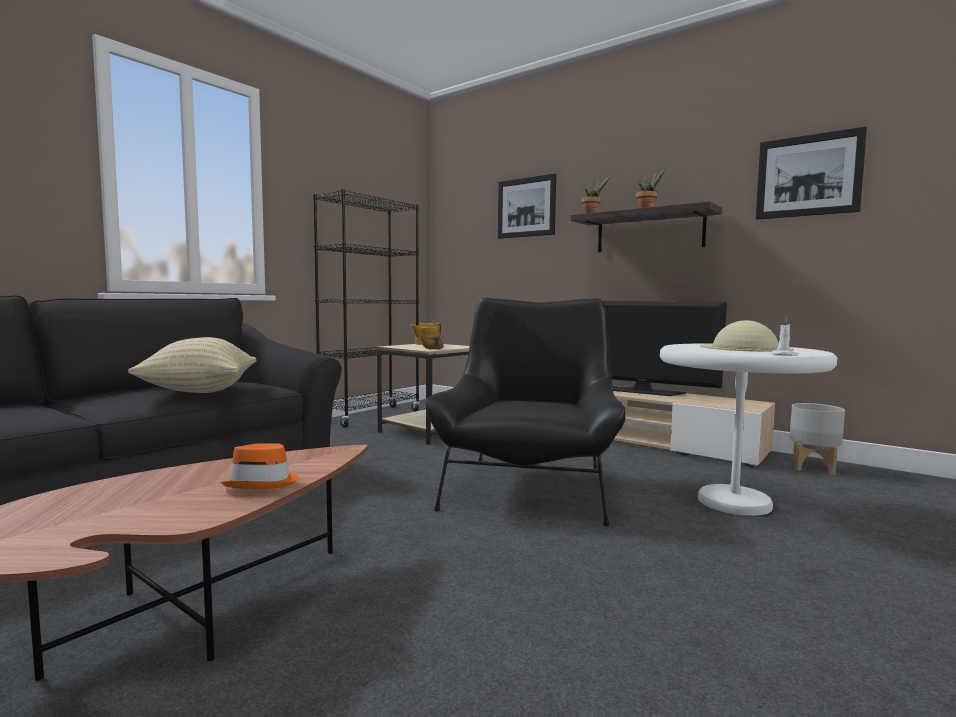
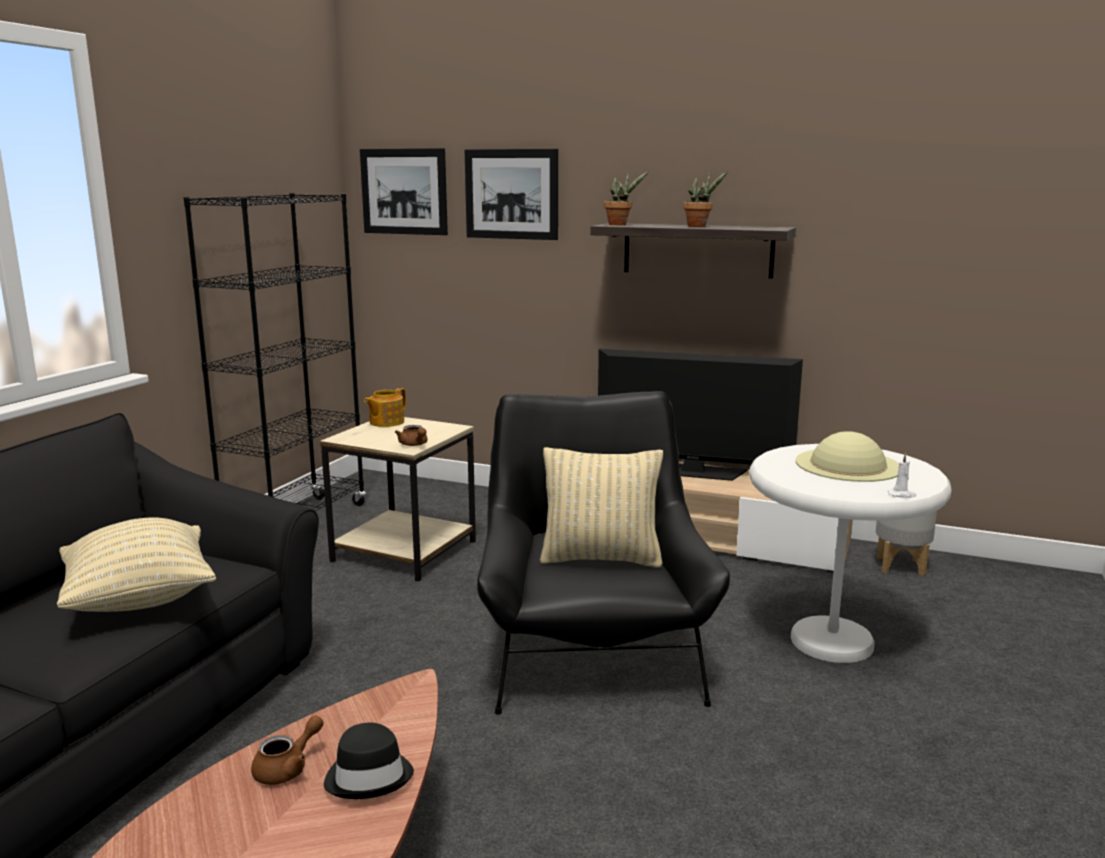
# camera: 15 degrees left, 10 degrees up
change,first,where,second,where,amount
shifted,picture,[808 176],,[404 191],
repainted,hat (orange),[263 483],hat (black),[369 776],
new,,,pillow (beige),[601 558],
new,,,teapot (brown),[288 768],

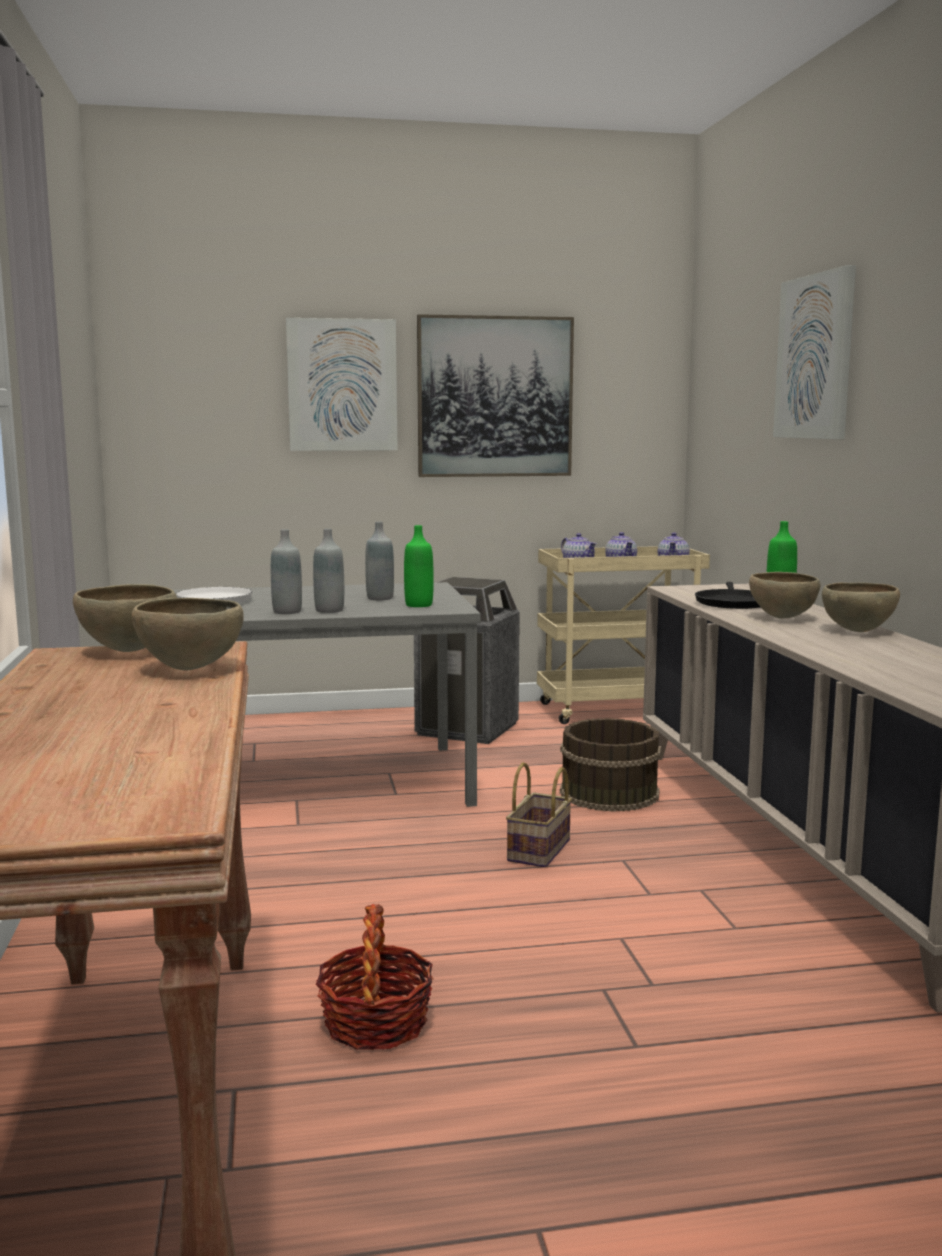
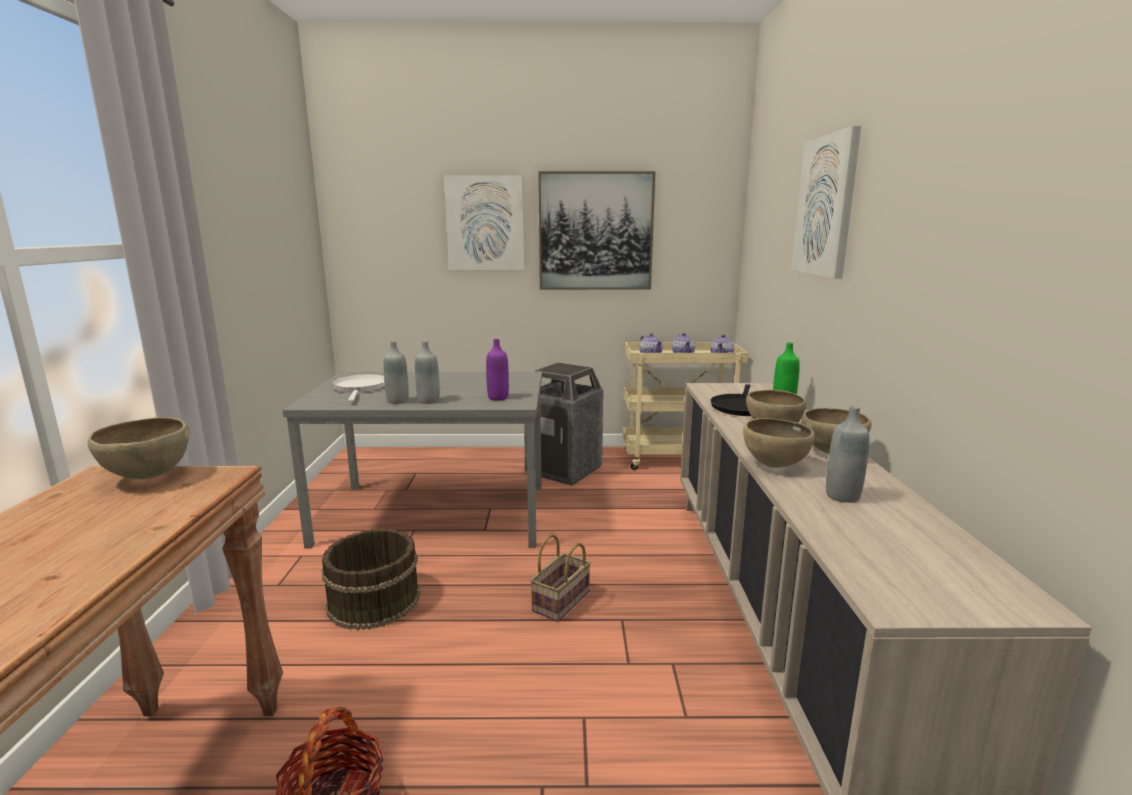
# camera: 10 degrees right, 5 degrees up
change,first,where,second,where,amount
shifted,bottle (grey),[380 598],,[842 496],
repainted,bottle (green),[419 605],bottle (purple),[498 397],
shifted,bowl (brown),[190 669],,[774 466],
shifted,bucket (brown),[608 793],,[373 600],

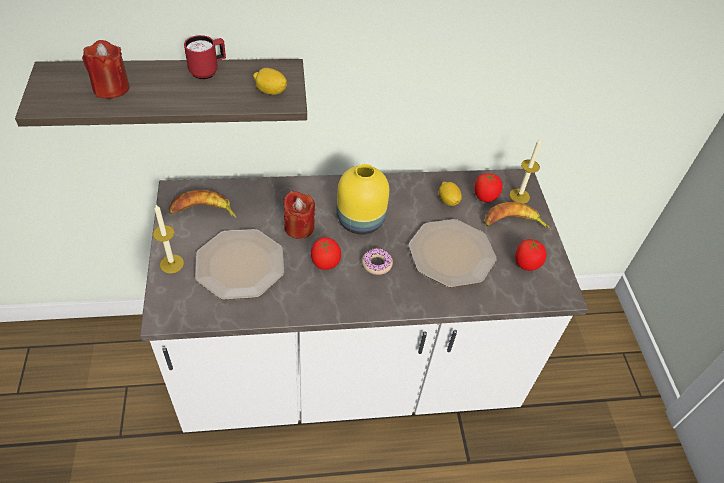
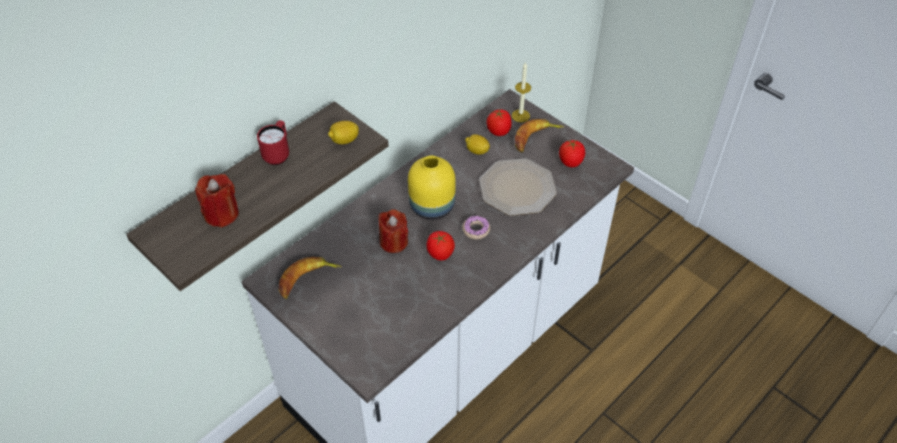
# camera: 35 degrees left, 0 degrees up
change,first,where,second,where,amount
gone,candle,[172 264],,,
gone,plate,[239 265],,,

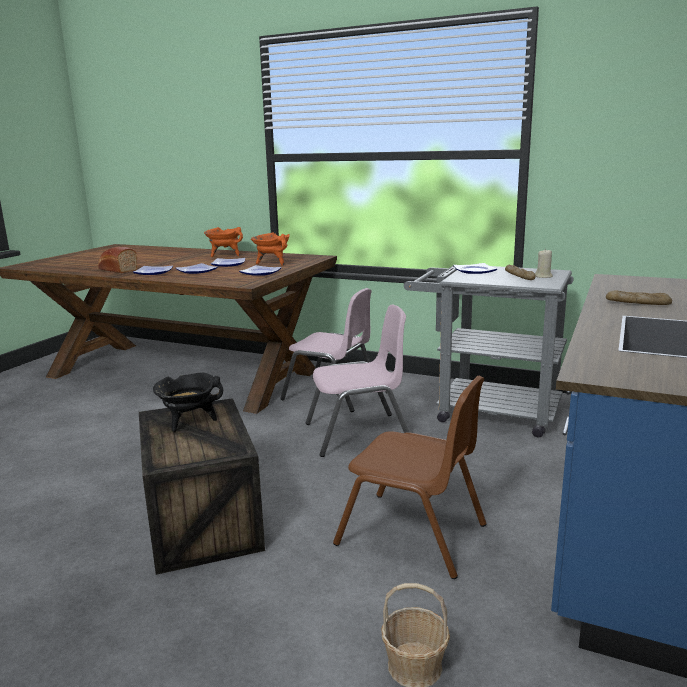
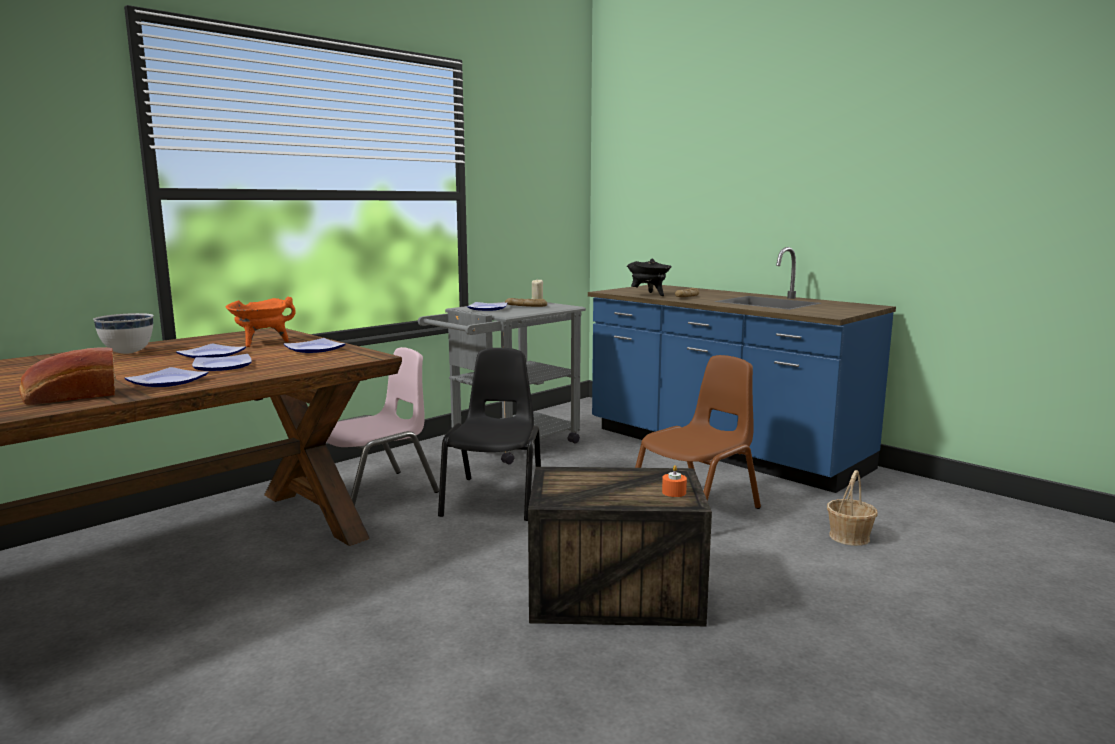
# camera: 70 degrees left, 5 degrees down
change,first,where,second,where,amount
swapped,cooking pot (orange),[225 255],bowl (white),[128 353],
repainted,chair (pink),[358 434],chair (black),[495 498],
shifted,cooking pot (black),[190 422],,[649 295],
new,,,candle (orange),[674 492],

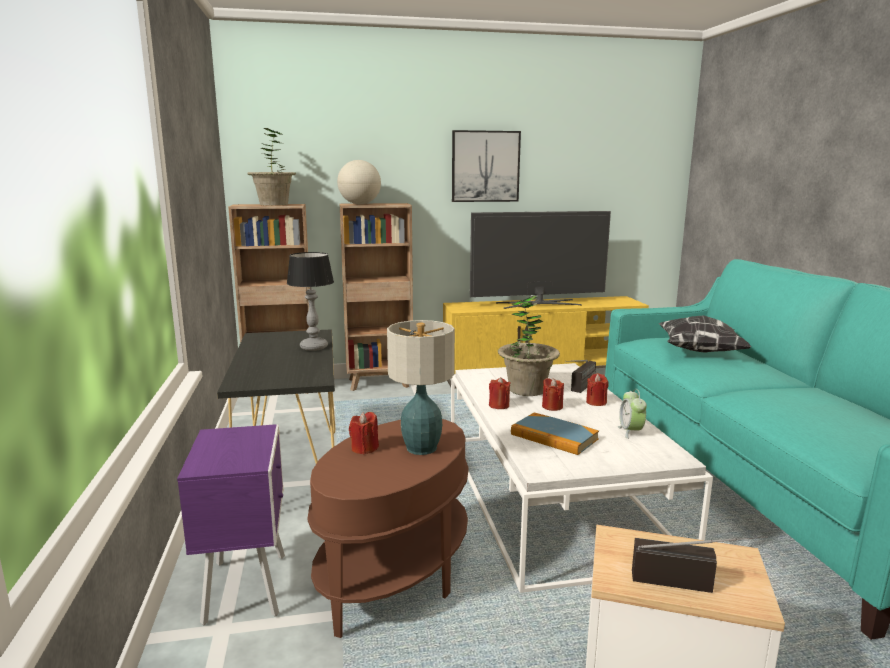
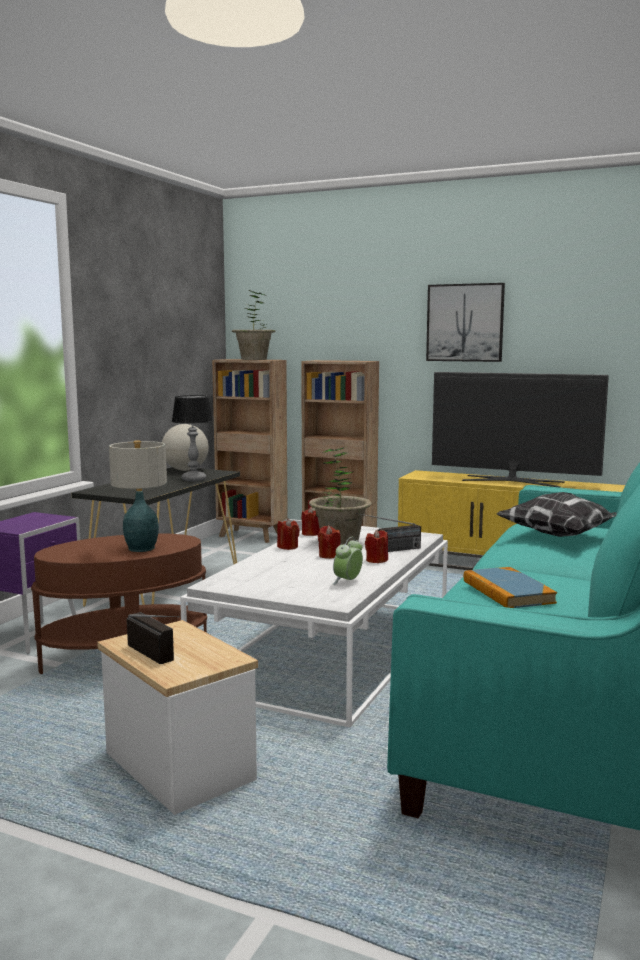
# camera: 35 degrees right, 5 degrees down
change,first,where,second,where,amount
shifted,globe,[359 204],,[185 470],
shifted,candle (red),[364 448],,[311 534],
shifted,book,[554 437],,[507 592],

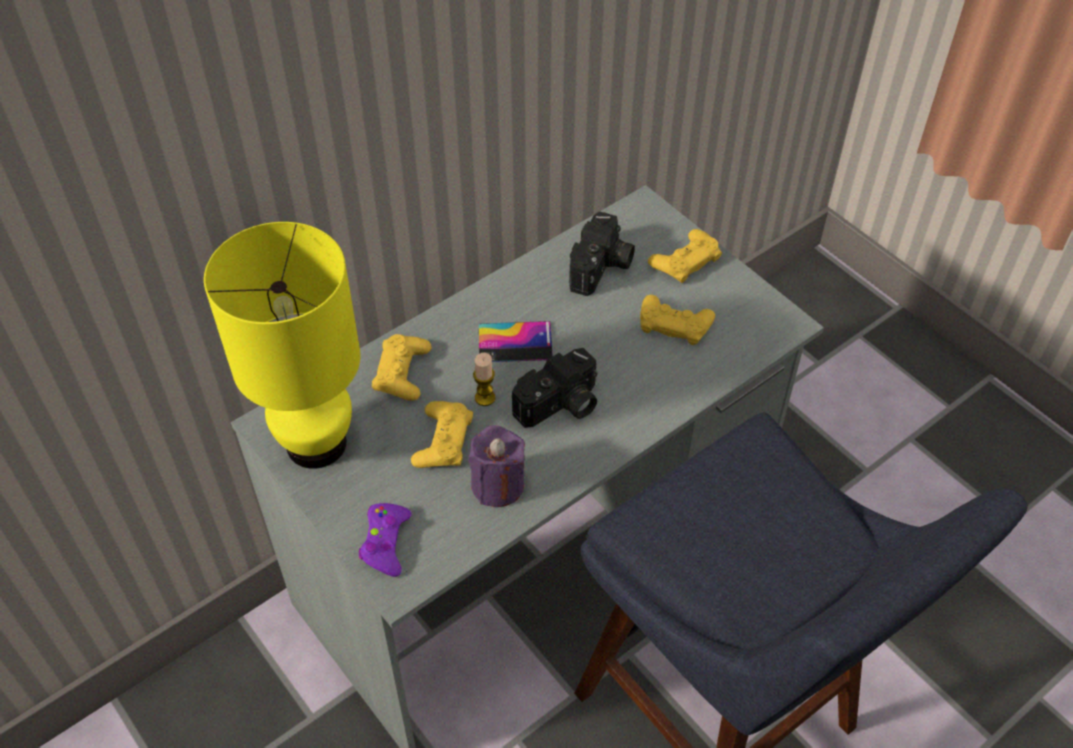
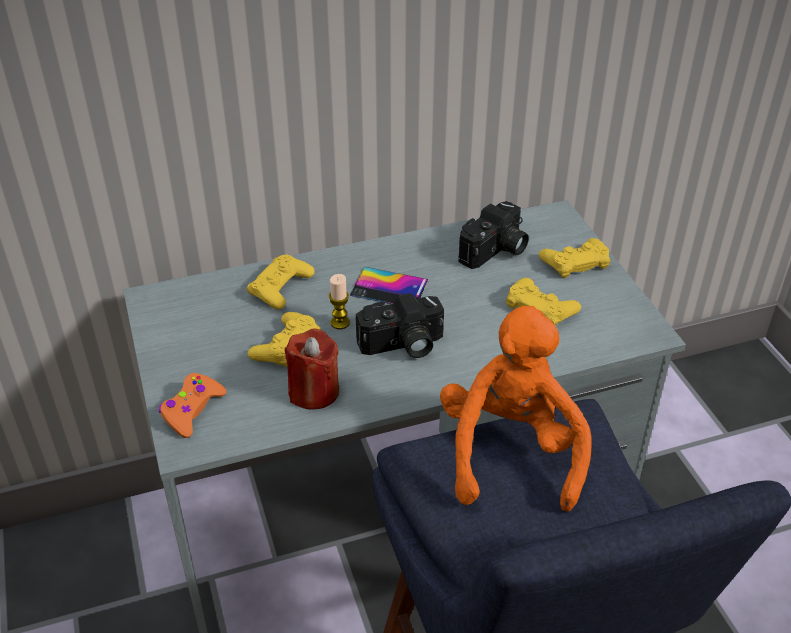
# camera: 20 degrees right, 10 degrees down
change,first,where,second,where,amount
gone,table lamp (yellow),[318 443],,,
repainted,candle (purple),[498 485],candle (red),[314 391],
repainted,game controller (purple),[385 543],game controller (orange),[192 410],
new,,,plush toy (orange),[510 451],

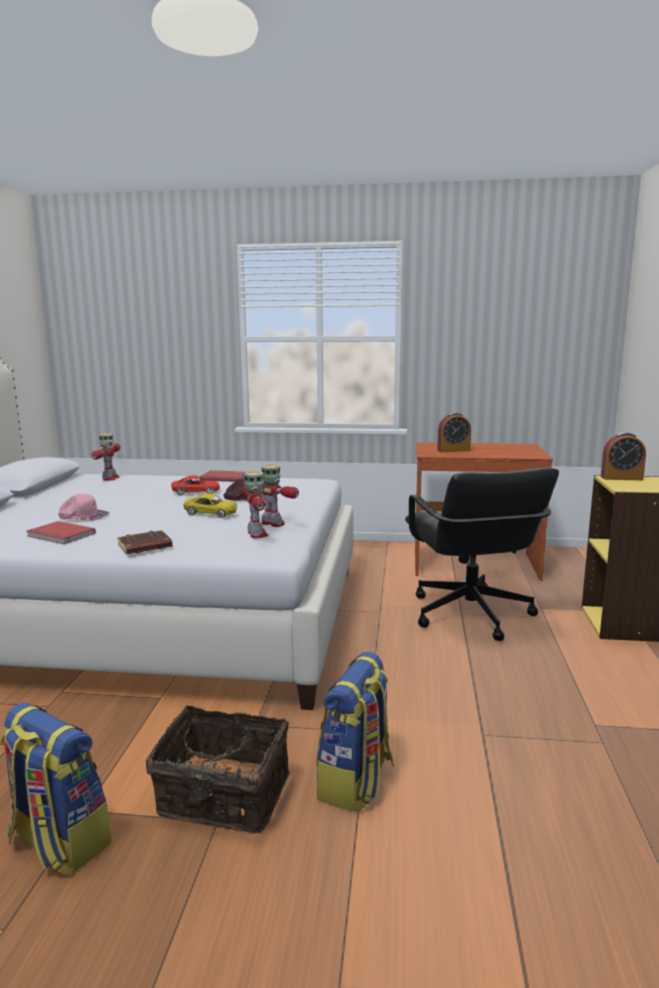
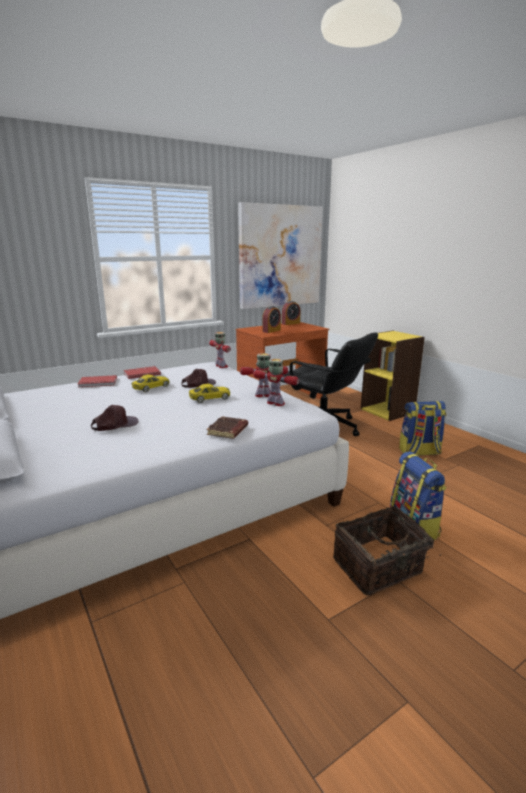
# camera: 40 degrees left, 5 degrees up
change,first,where,second,where,amount
shifted,alarm clock,[621 478],,[290 323],
shifted,toy robot,[110 478],,[221 366],
repainted,toy car (red),[196 492],toy car (yellow),[151 387],
repainted,cap (pink),[83 516],cap (brown),[115 424],
shifted,book (red),[60 535],,[98 383],
shifted,backpack,[58 842],,[419 452],
new,,,picture,[280 256],

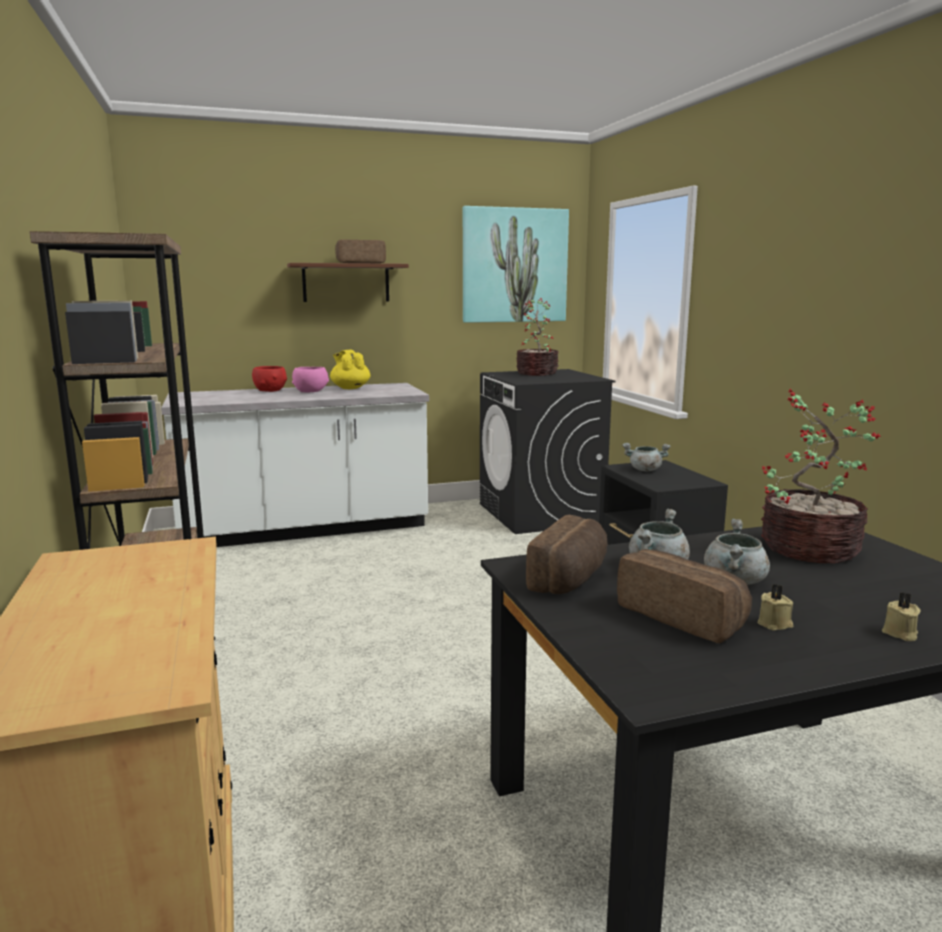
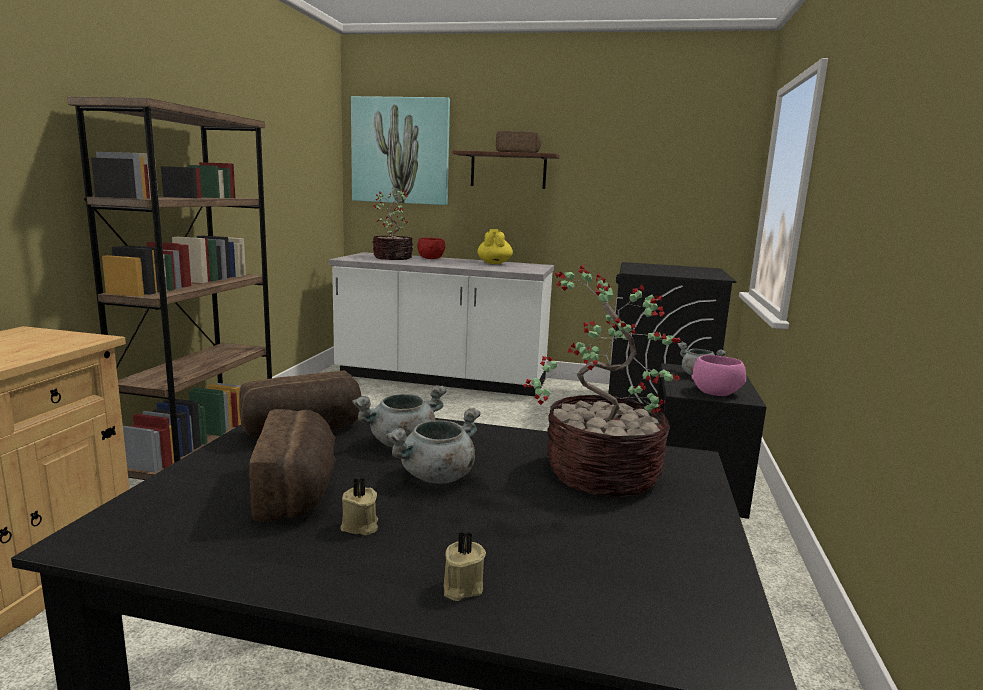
# camera: 30 degrees right, 0 degrees up
change,first,where,second,where,amount
shifted,picture,[514 265],,[400 151],
shifted,potted plant,[536 373],,[393 258],
shifted,bowl (pink),[310 391],,[716 392],

